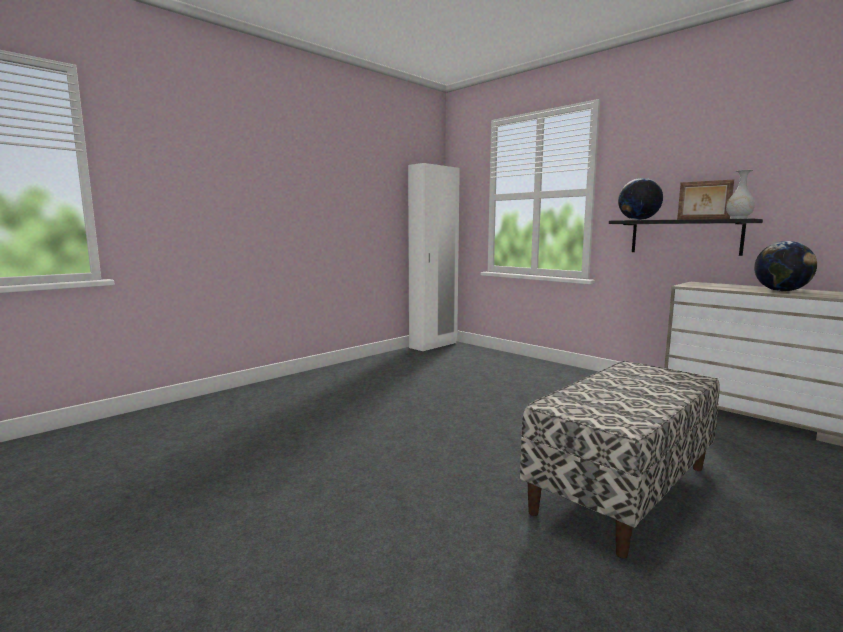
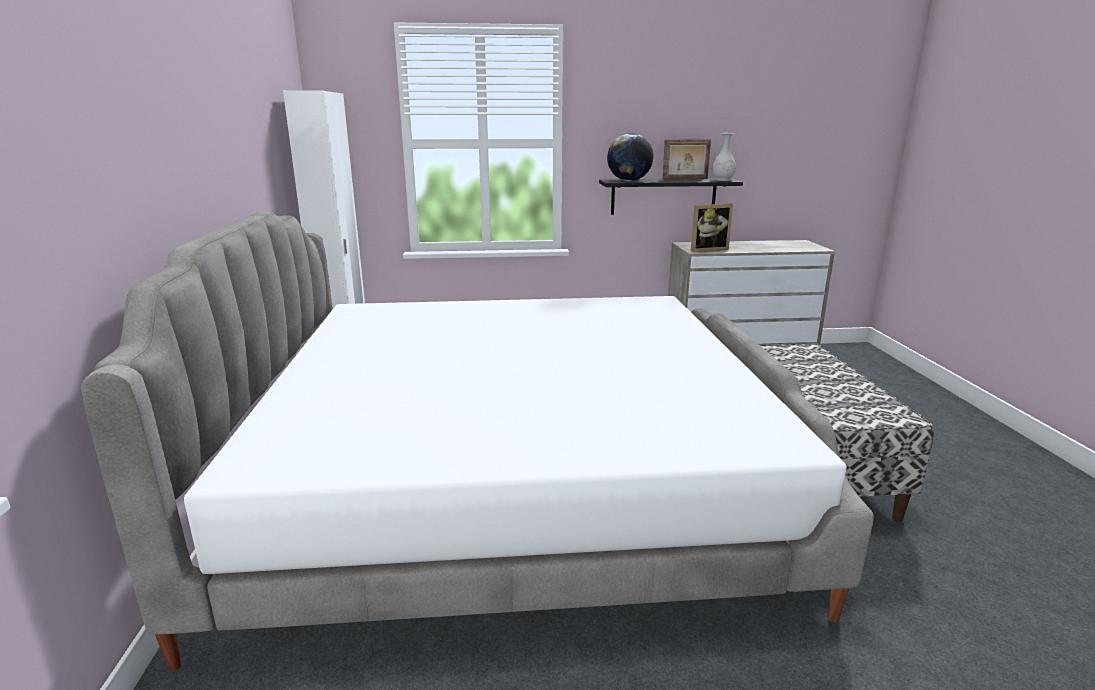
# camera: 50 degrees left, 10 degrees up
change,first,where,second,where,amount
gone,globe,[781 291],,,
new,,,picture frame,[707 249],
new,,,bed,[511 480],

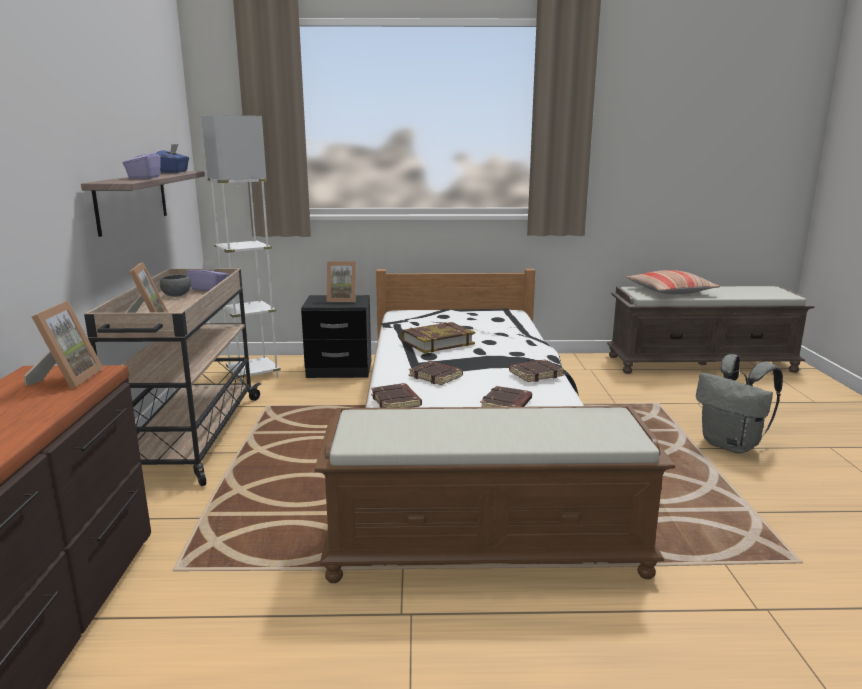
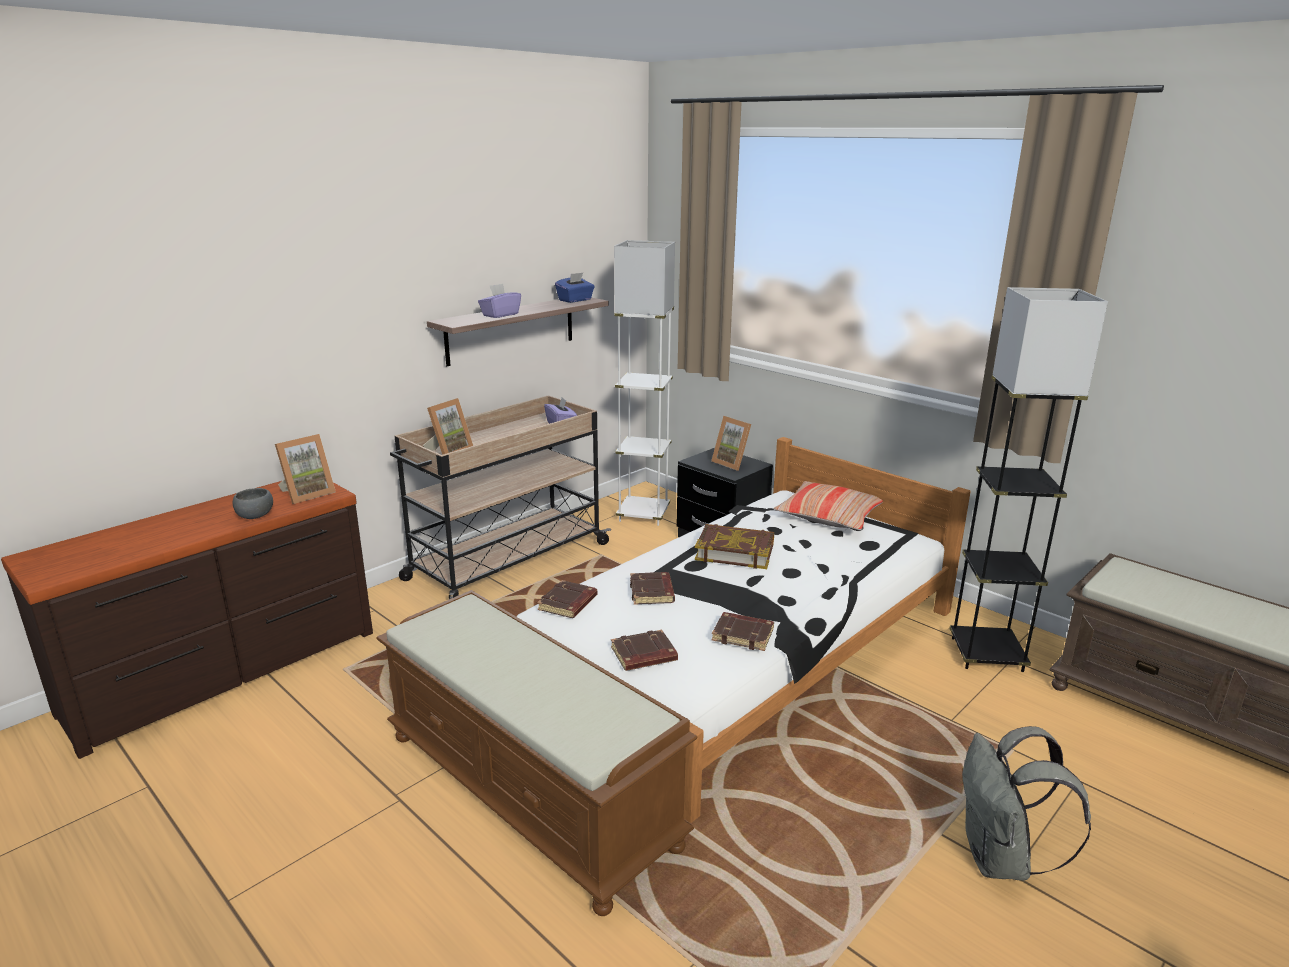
# camera: 45 degrees right, 5 degrees up
change,first,where,second,where,amount
shifted,pillow,[670 291],,[829 516],
shifted,bowl (grey),[176 295],,[256 516],
new,,,floor lamp (grey),[986 654],

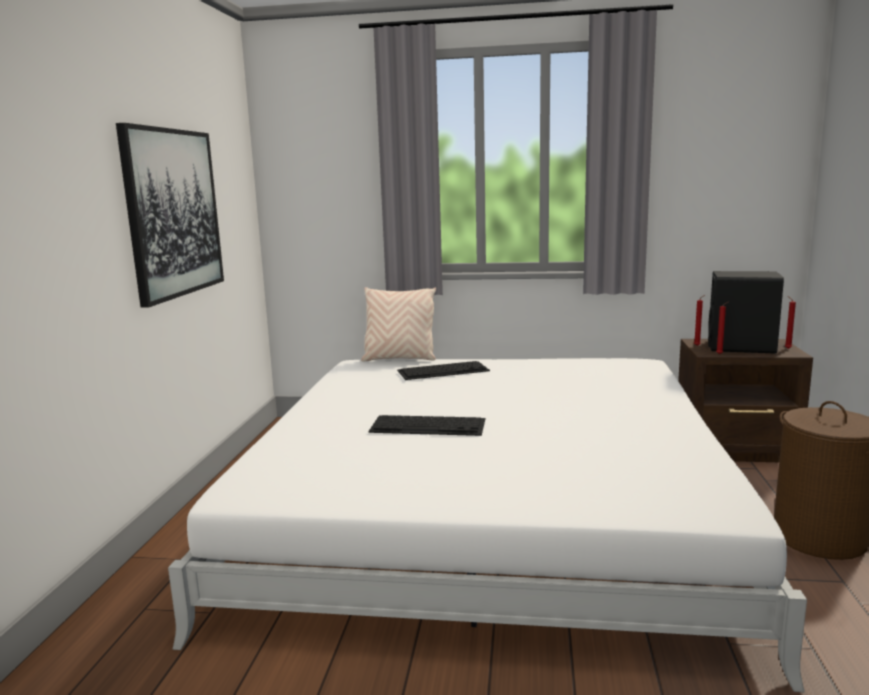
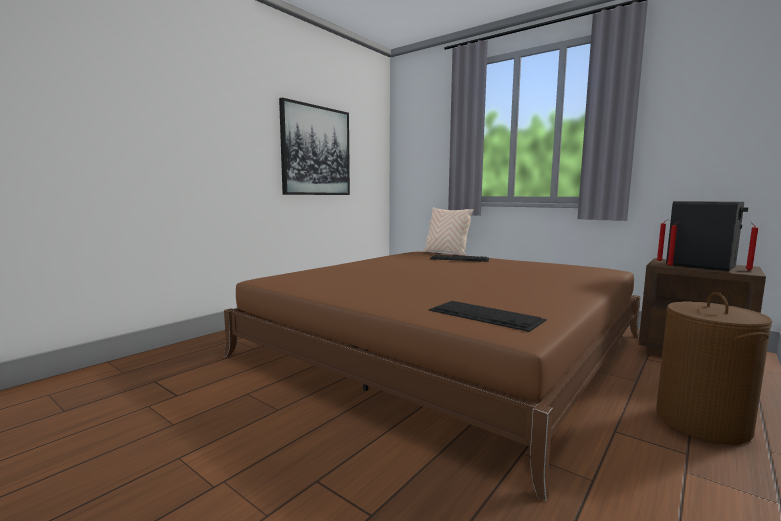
# camera: 30 degrees right, 5 degrees down
change,first,where,second,where,amount
repainted,bed (white),[487 513],bed (brown),[445 345],
shifted,keyboard,[429 425],,[486 315],

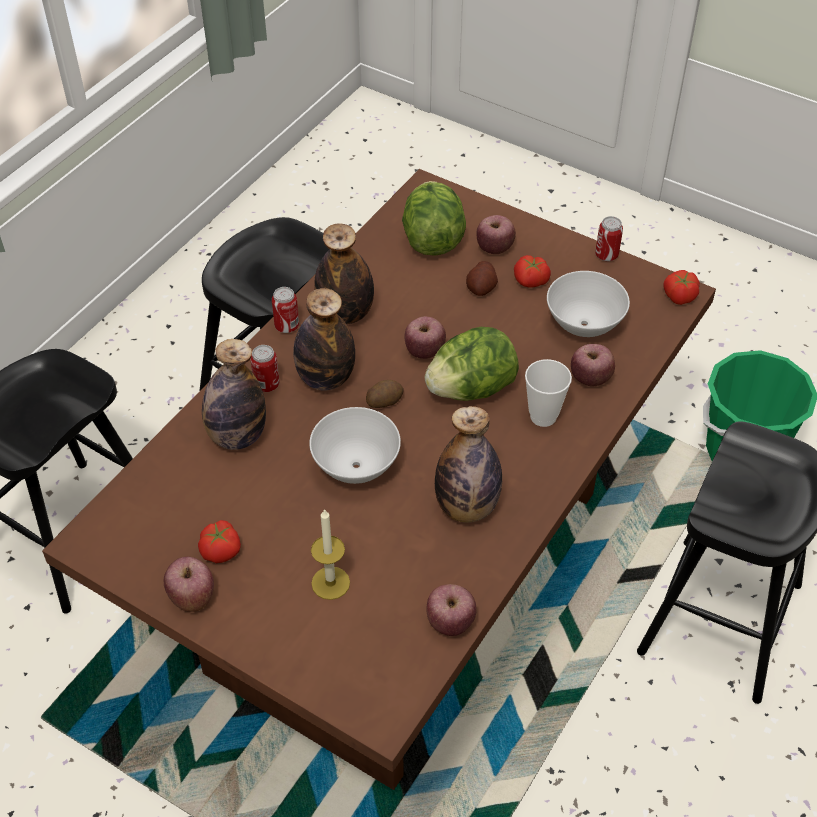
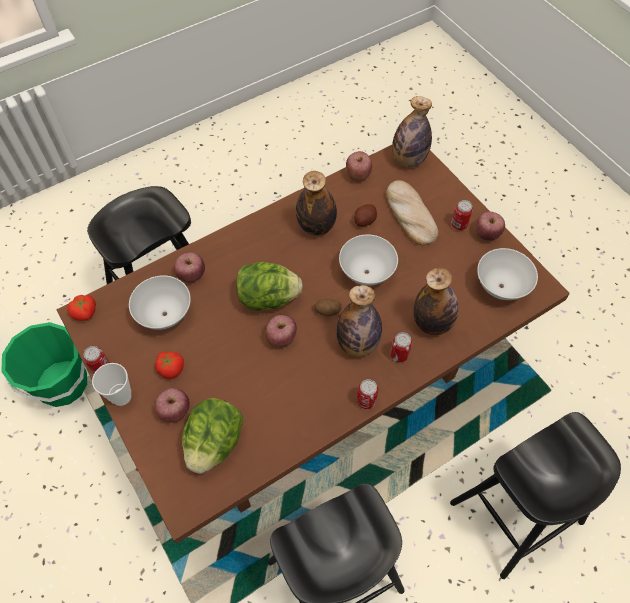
# camera: 155 degrees left, 10 degrees up
change,first,where,second,where,amount
shifted,bottle,[346 313],,[408 160],
shifted,potato,[481 288],,[364 220],
shifted,cup,[543 416],,[121 396],
swapped,candle,[330 583],bread,[409 214],
gone,tomato,[221 550],,,
new,,,can,[459 224],
new,,,bowl (white),[501 287],

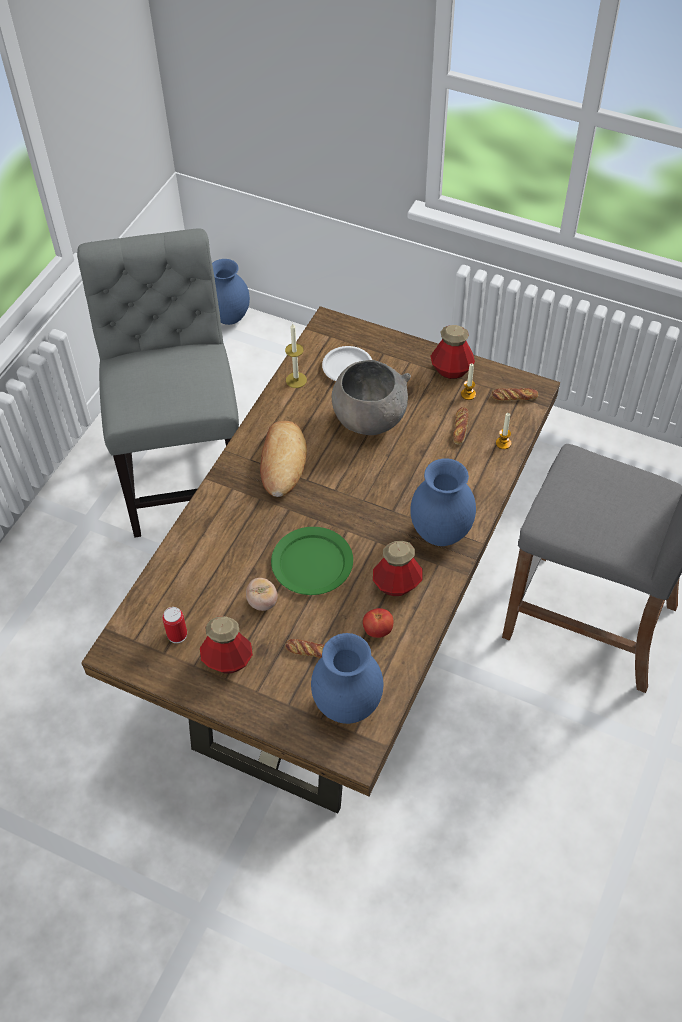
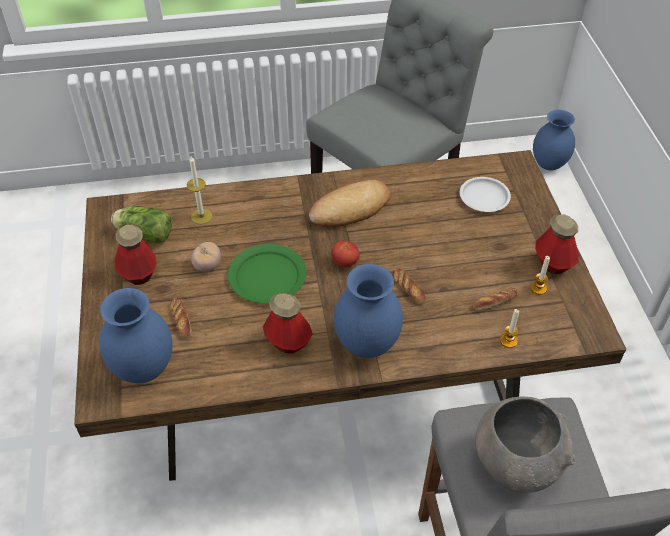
# camera: 55 degrees right, 5 degrees down
change,first,where,second,where,amount
shifted,candle,[296 380],,[201 216],
shifted,bowl (grey),[369 419],,[516 463],
shifted,bread,[514 397],,[408 288],
swapped,can,[177 635],lettuce,[143 234],
shifted,tomato,[378 630],,[345 262],

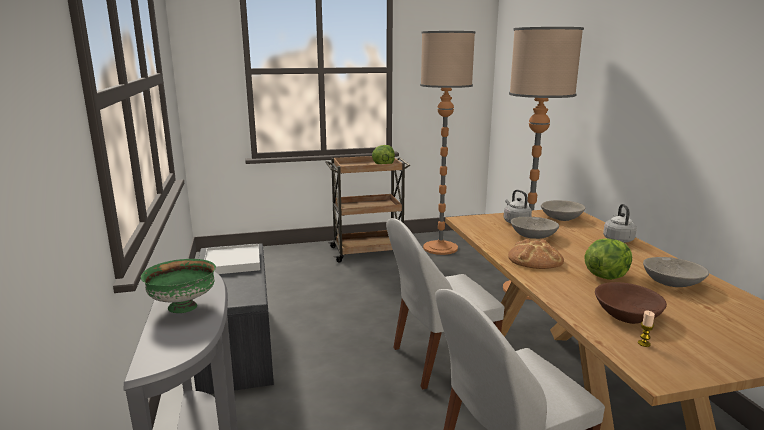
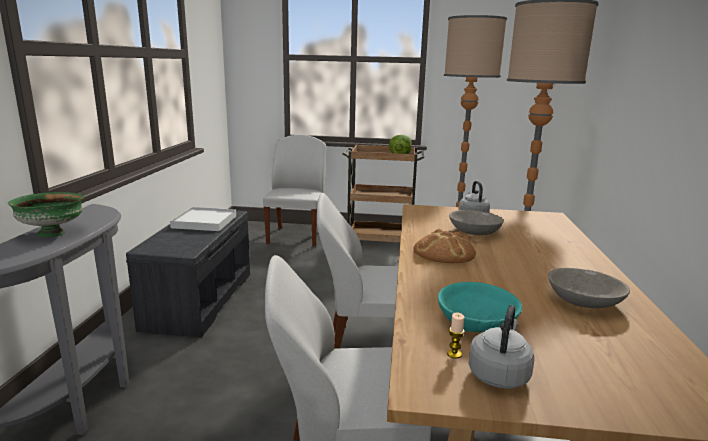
# camera: 20 degrees right, 0 degrees up
change,first,where,second,where,amount
gone,bowl (grey),[561 217],,,
shifted,kettle (grey),[617 239],,[499 374],
gone,lettuce,[606 276],,,
repainted,bowl (brown),[627 314],bowl (turquoise),[476 321],
new,,,chair (white),[297 236],

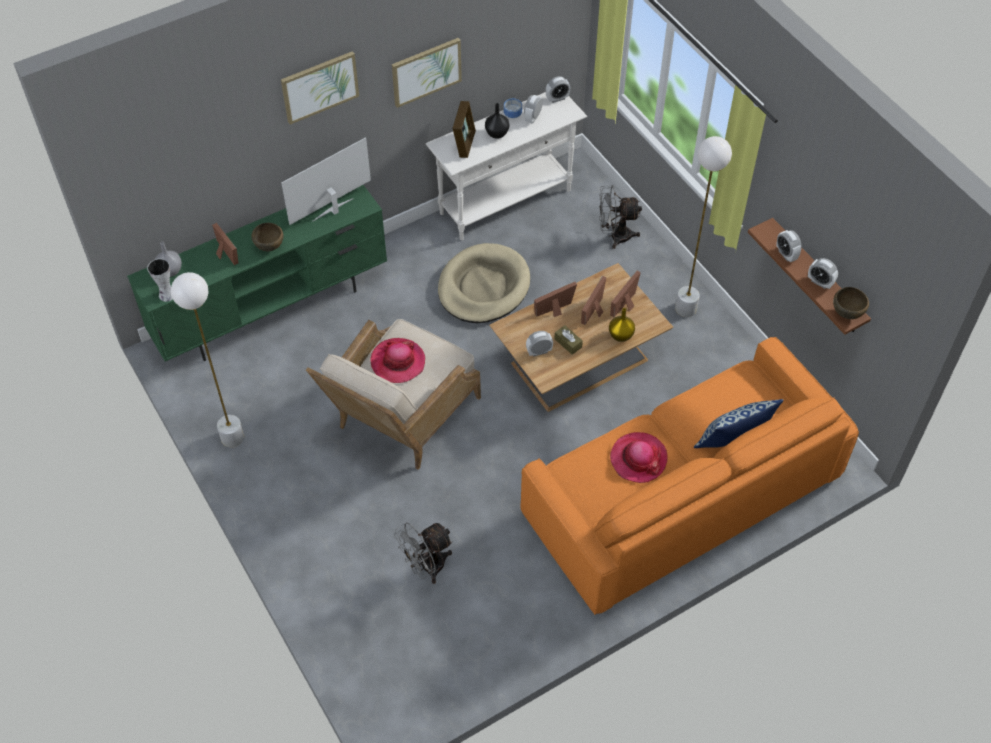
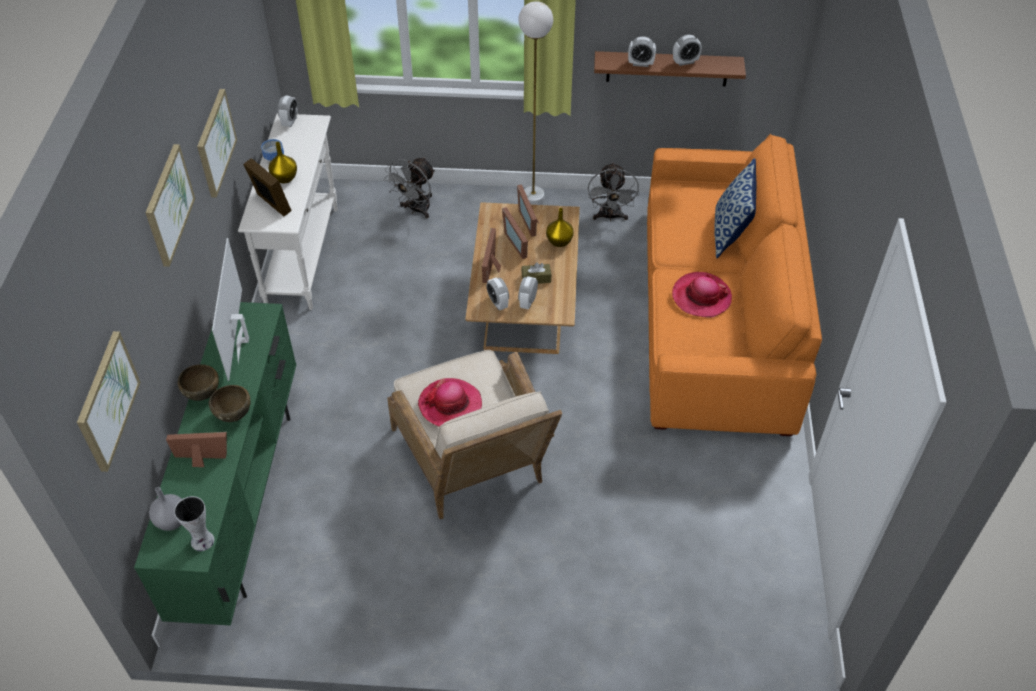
# camera: 55 degrees left, 5 degrees down
change,first,where,second,where,amount
shifted,alarm clock,[533 117],,[498 303],
repainted,vase (black),[497 134],vase (yellow),[285 178],
gone,dog bed (beige),[483 287],,,
gone,floor lamp (white),[232 437],,,
shifted,bowl (brown),[847 314],,[203 394],
shifted,fan (grey),[426 567],,[610 217],
new,,,picture,[107 400],

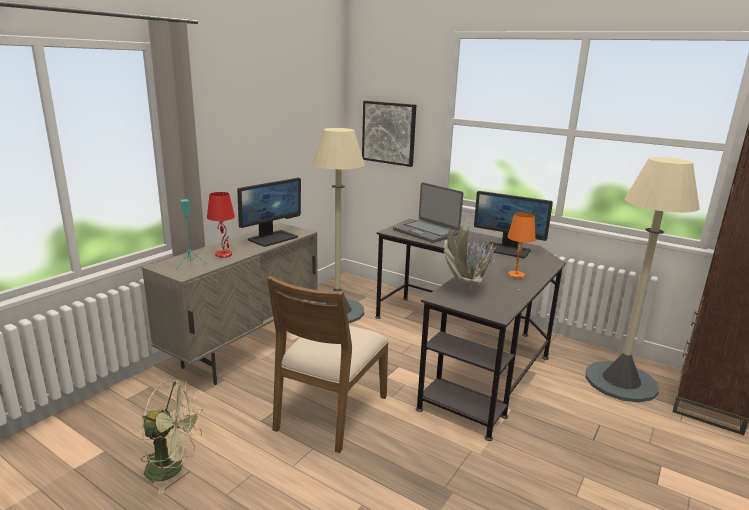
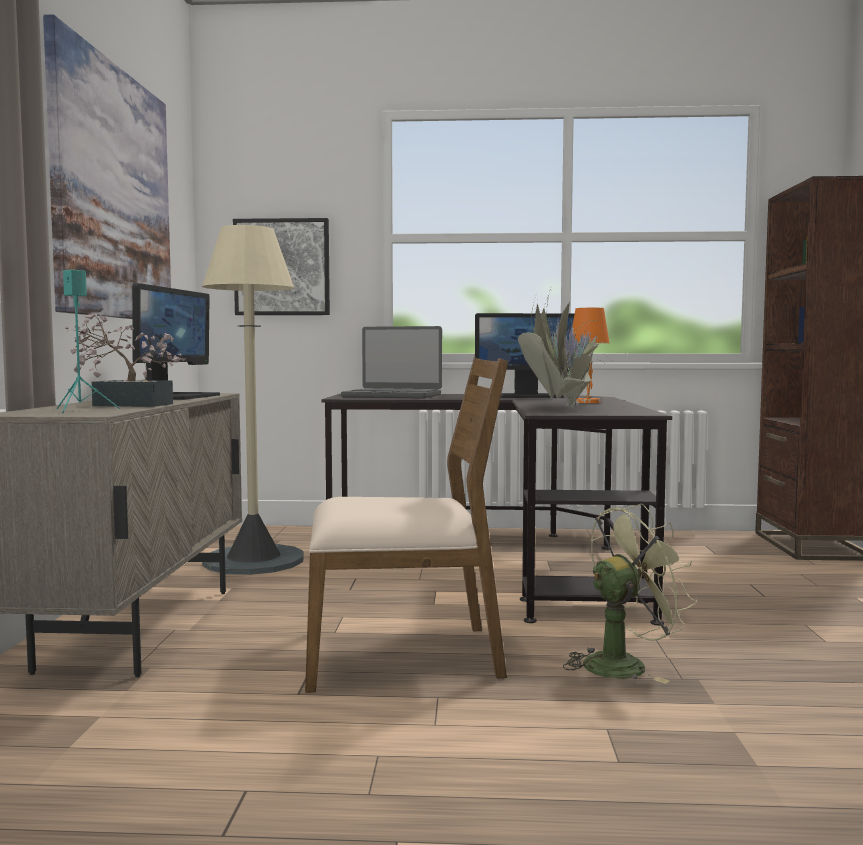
# camera: 30 degrees left, 15 degrees down
change,first,where,second,where,amount
gone,floor lamp (beige),[621 381],,,
swapped,table lamp (red),[224 255],potted plant,[125 404],
rotated,chair (brown),[329 412],,[403 655],90 degrees counterclockwise
shifted,fan (green),[173 468],,[624 664],
new,,,picture,[113 193],

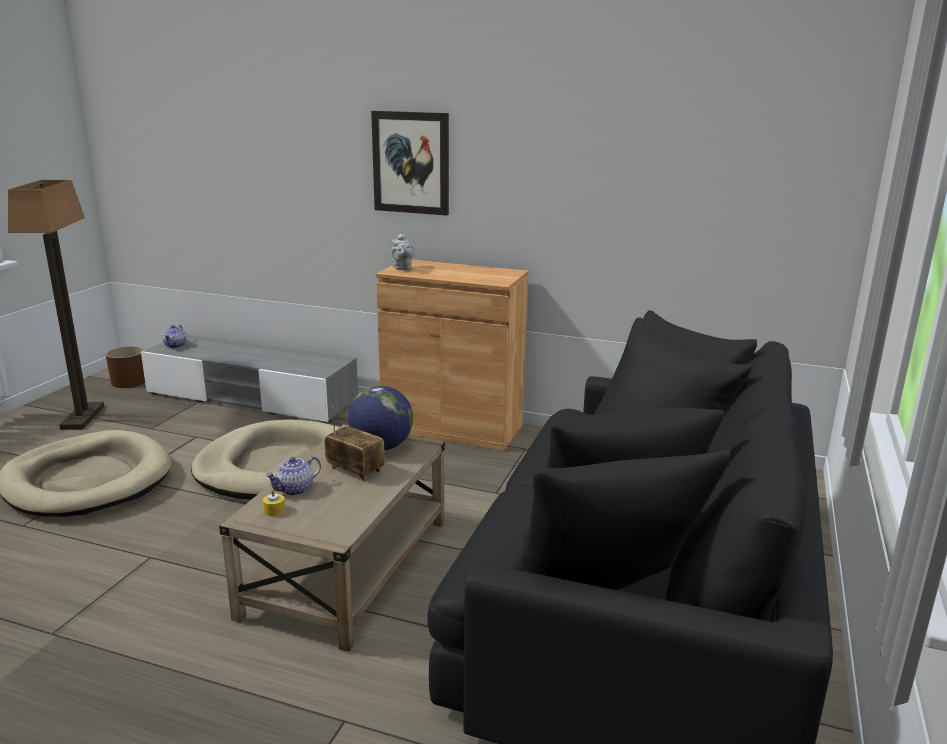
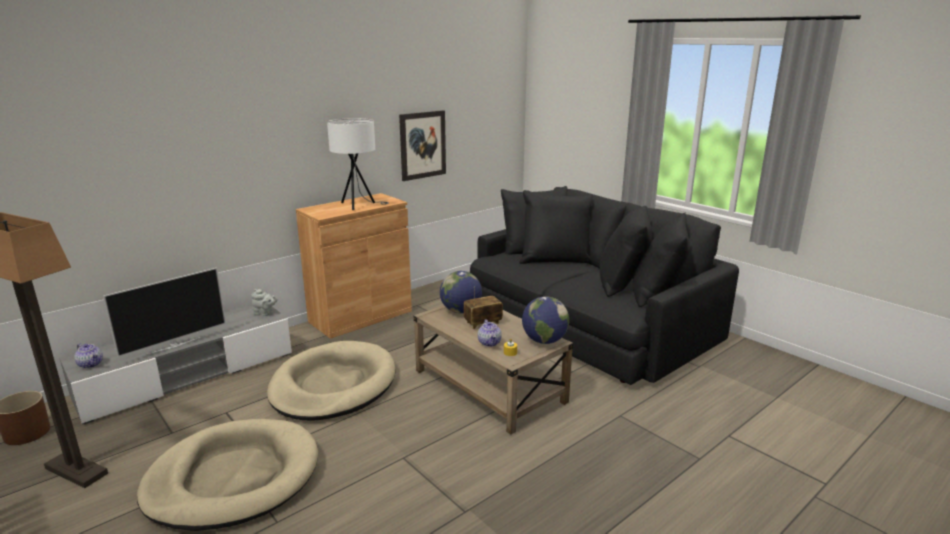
# camera: 60 degrees left, 0 degrees up
change,first,where,second,where,amount
shifted,picture,[411 163],,[422 145],
shifted,teapot (grey),[402 268],,[265 313],
new,,,table lamp (white),[358 205],
new,,,television,[174 345],
new,,,globe,[544 341],

